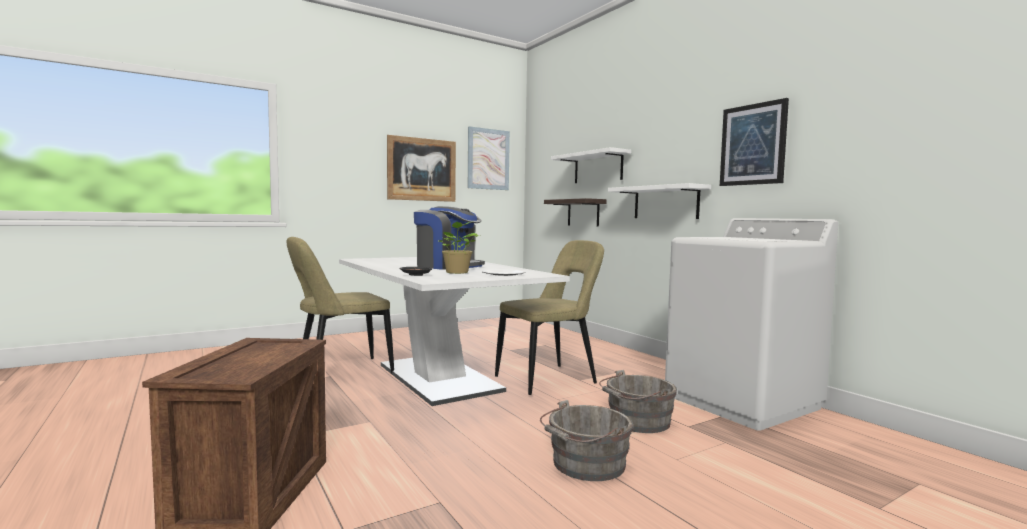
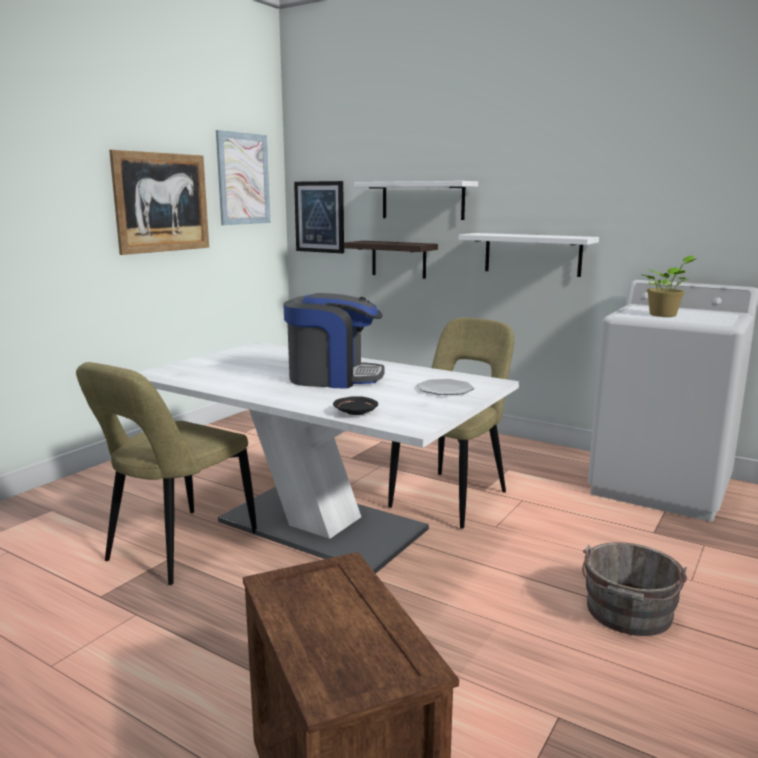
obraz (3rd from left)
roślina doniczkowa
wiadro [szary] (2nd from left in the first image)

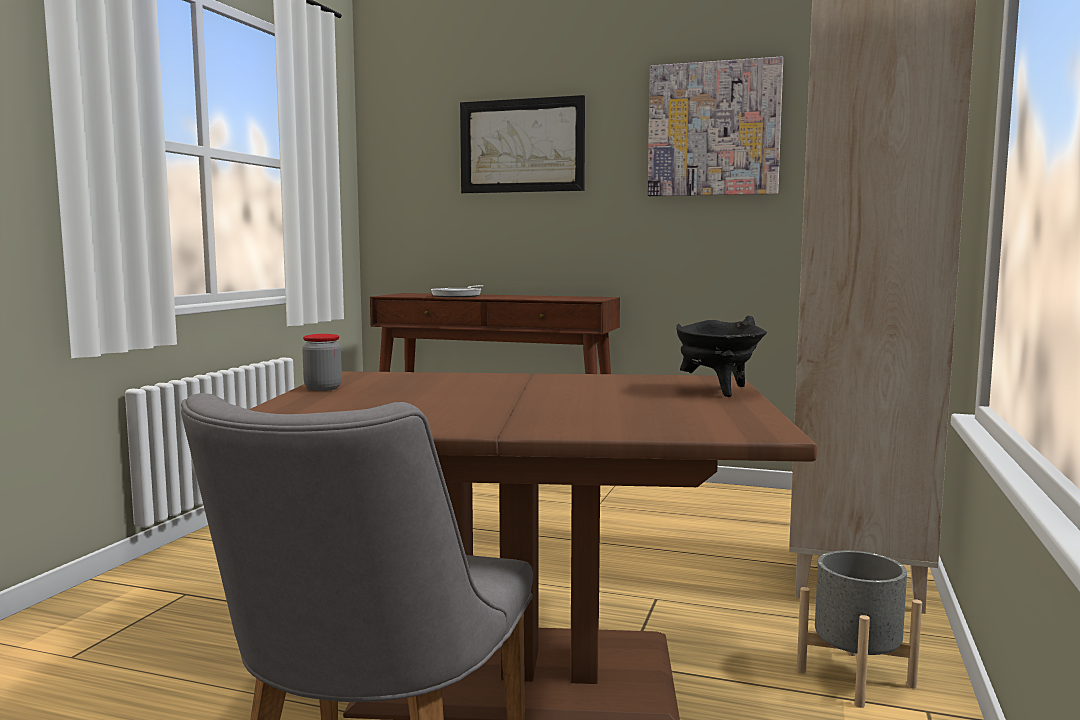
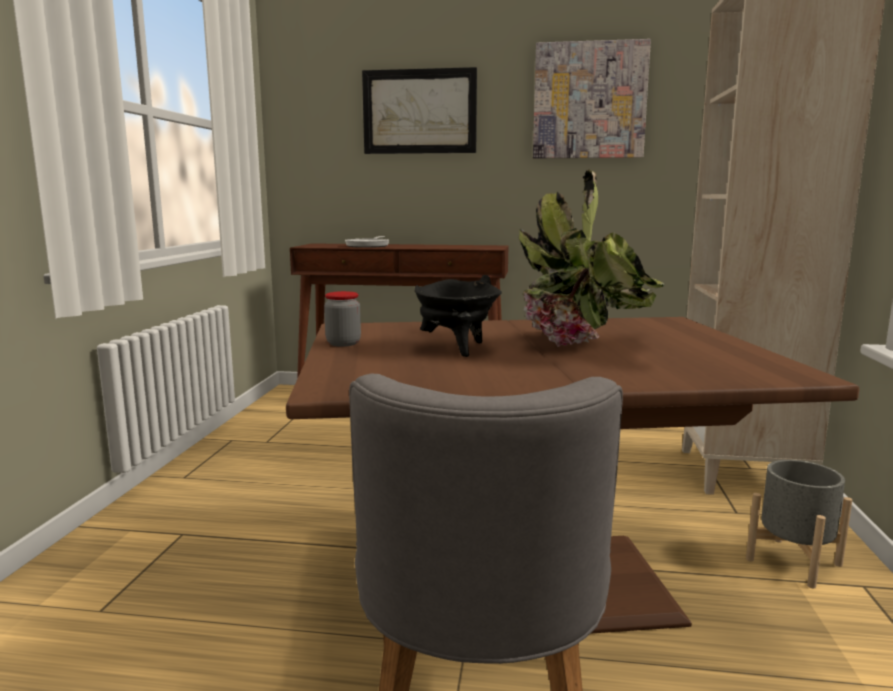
garnek [czarny]
roślina doniczkowa

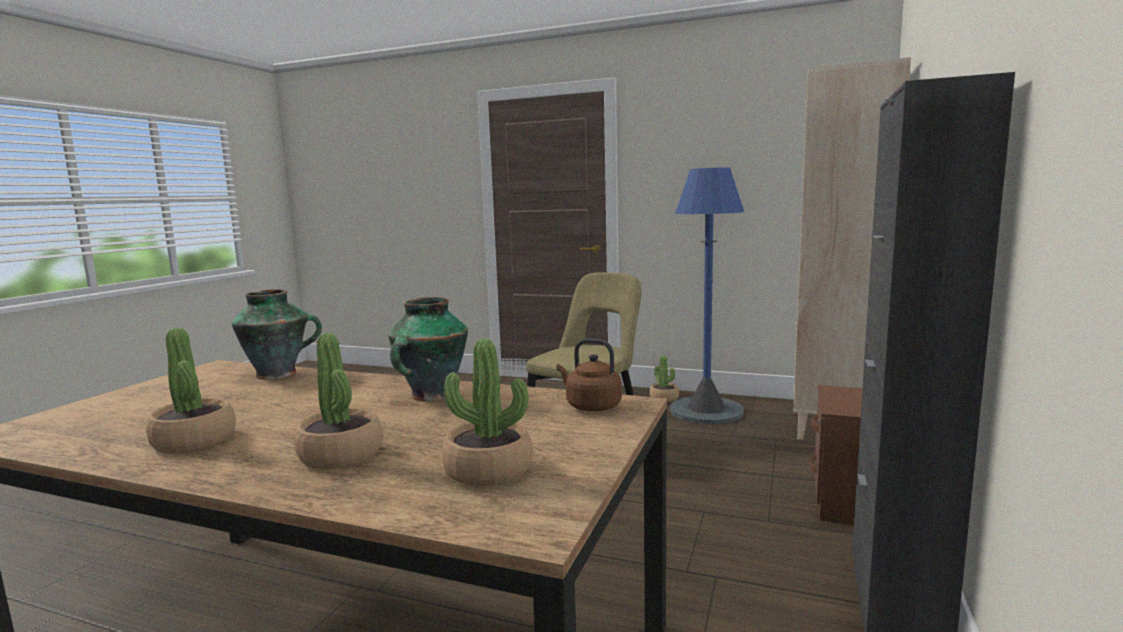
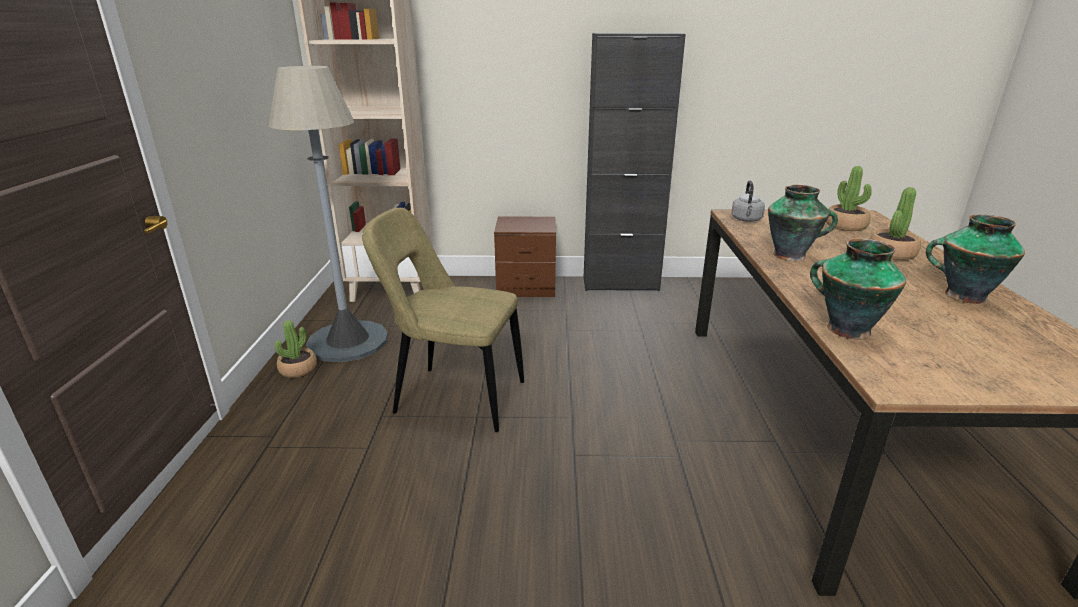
lampa stojąca [szary]
czajnik [szary]
wazon (3rd from left)

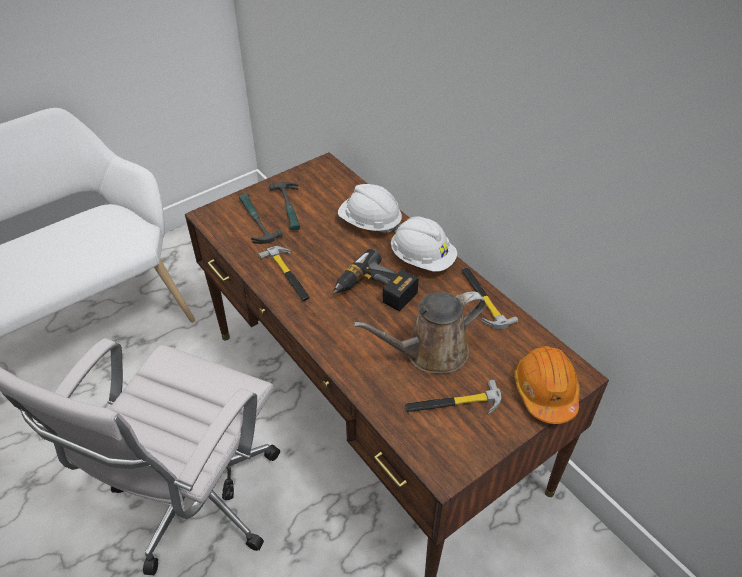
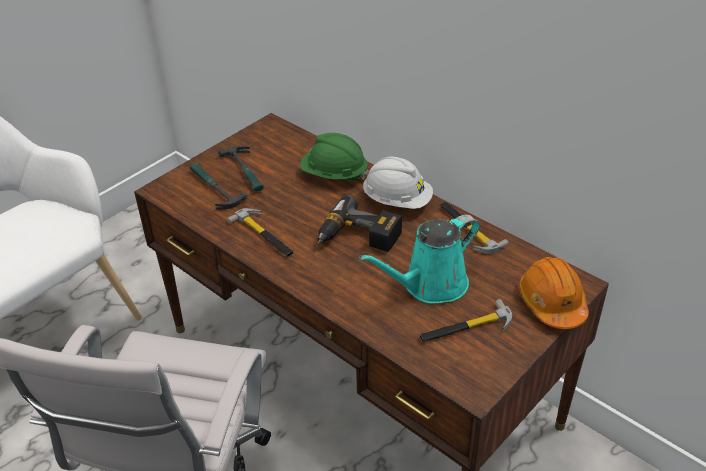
kask [zielony]
konewka [turkusowy]

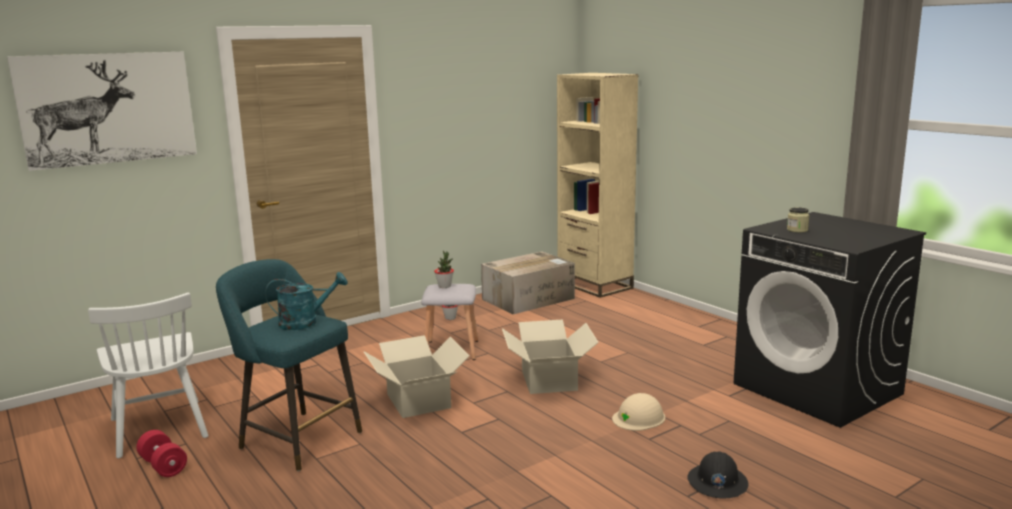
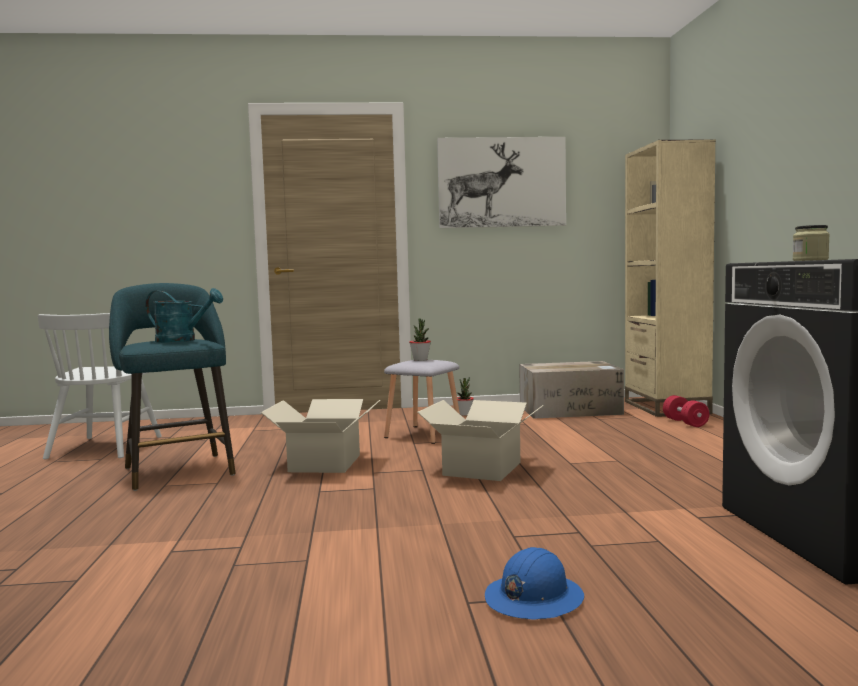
obraz
kask [niebieski]
hantel [czerwony]
kask [beżowy]

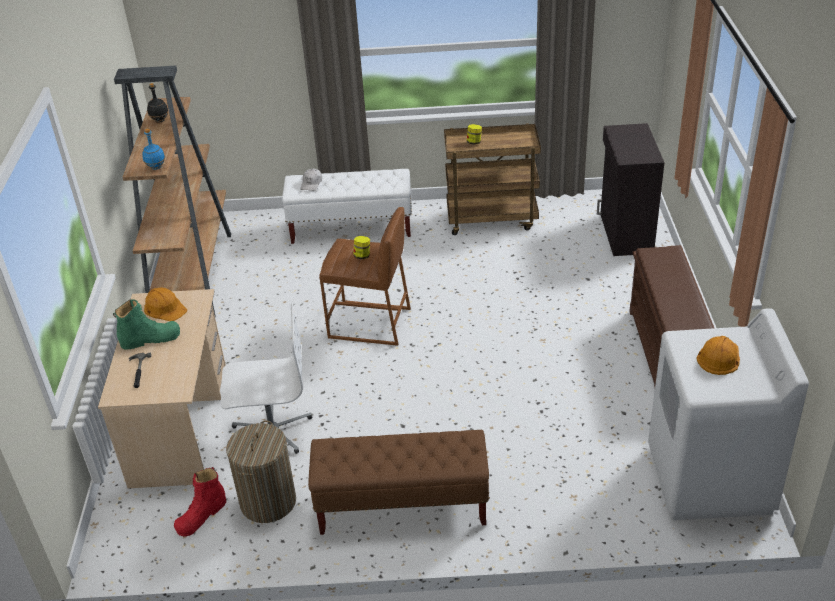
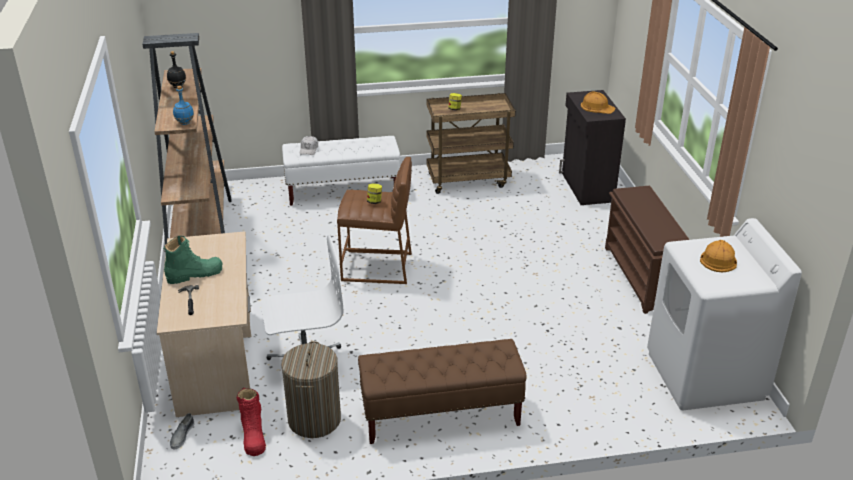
but [szary]
but z cholewką [czerwony]
kask [pomarańczowy] (1st from left)

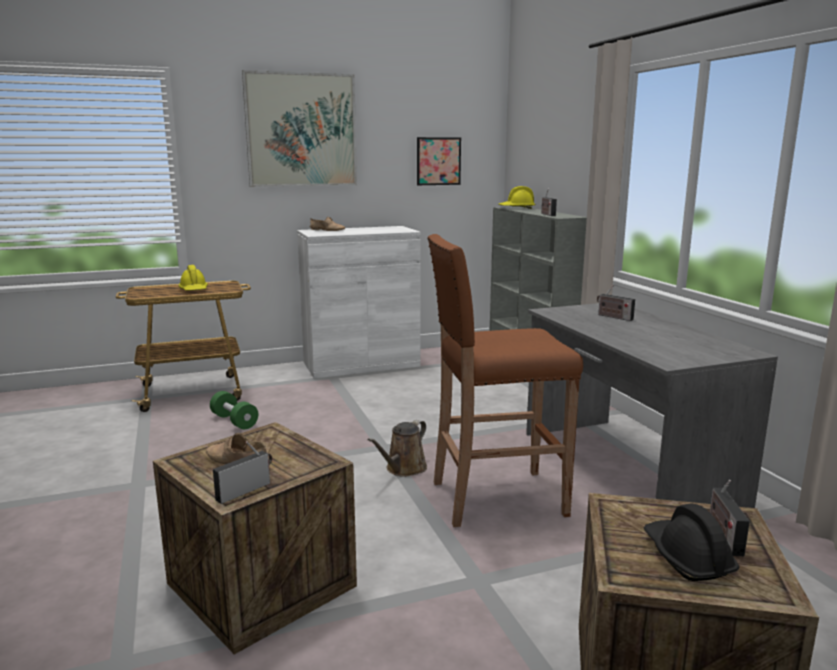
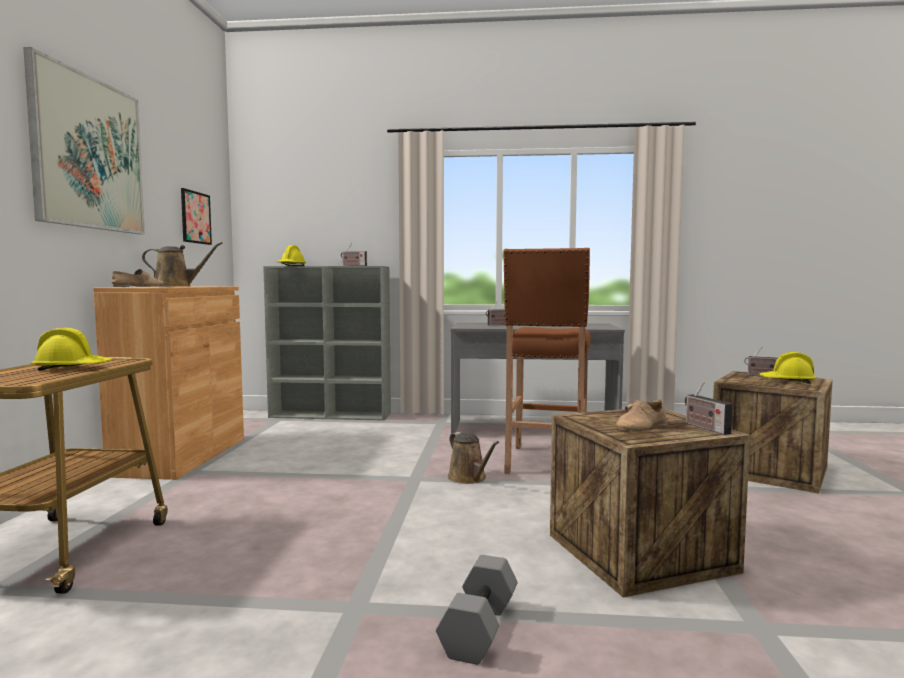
szafka [brązowy]
konewka [brązowy] (1st from left)
hantel [szary]
kask [żółty] (3rd from left)
hantel [zielony]

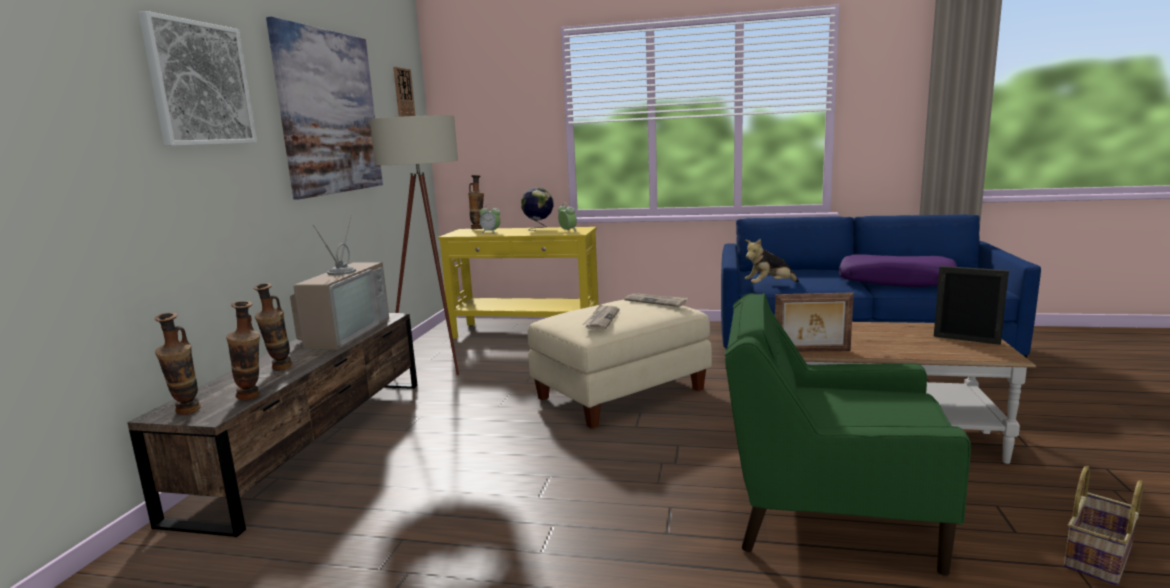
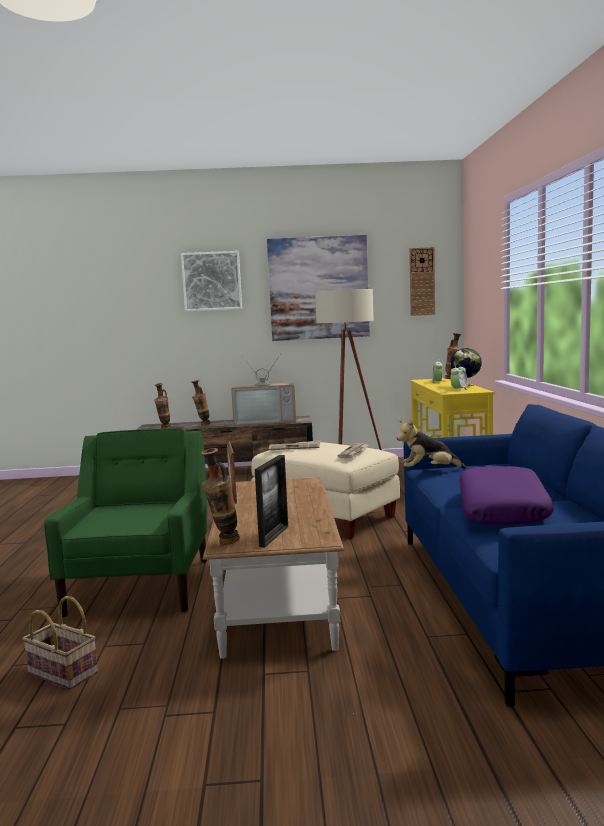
wazon (3rd from left)
pluszak

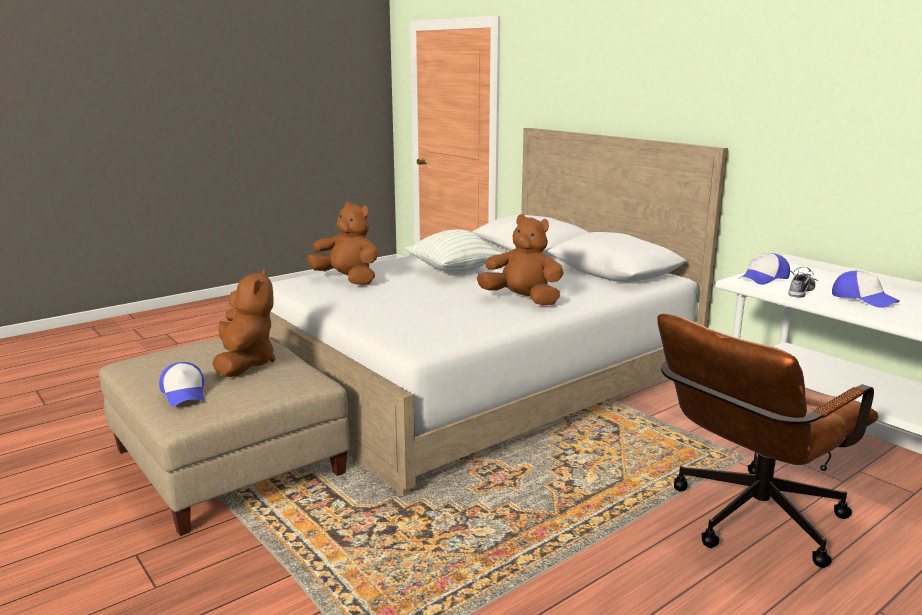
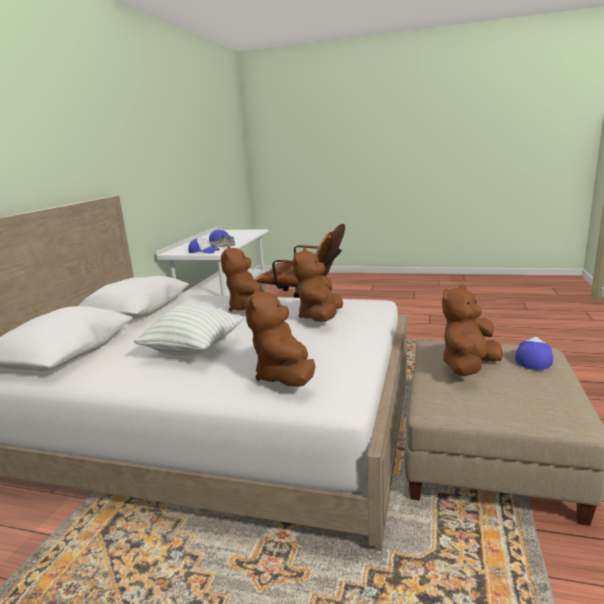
pluszak [brązowy] (3rd from left)

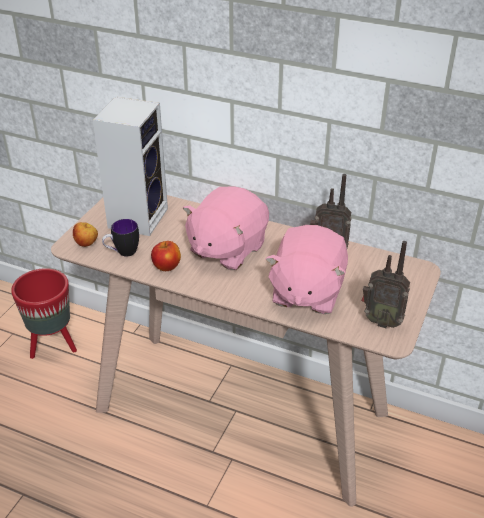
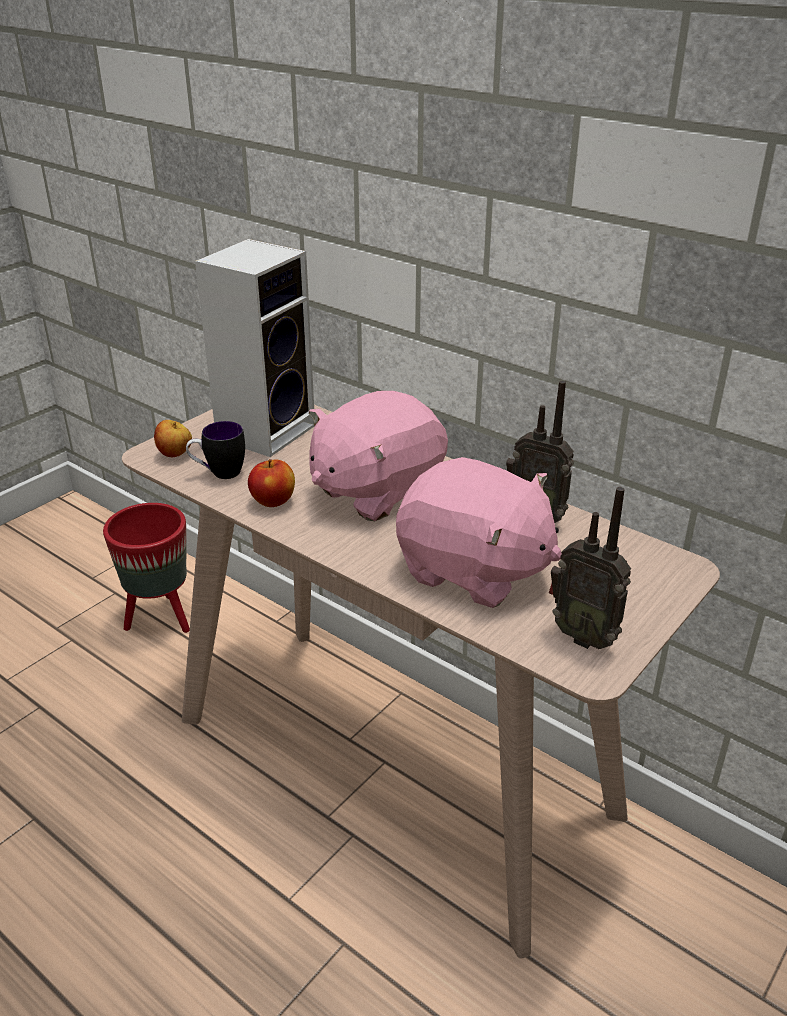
pluszak [różowy] (2nd from left)

